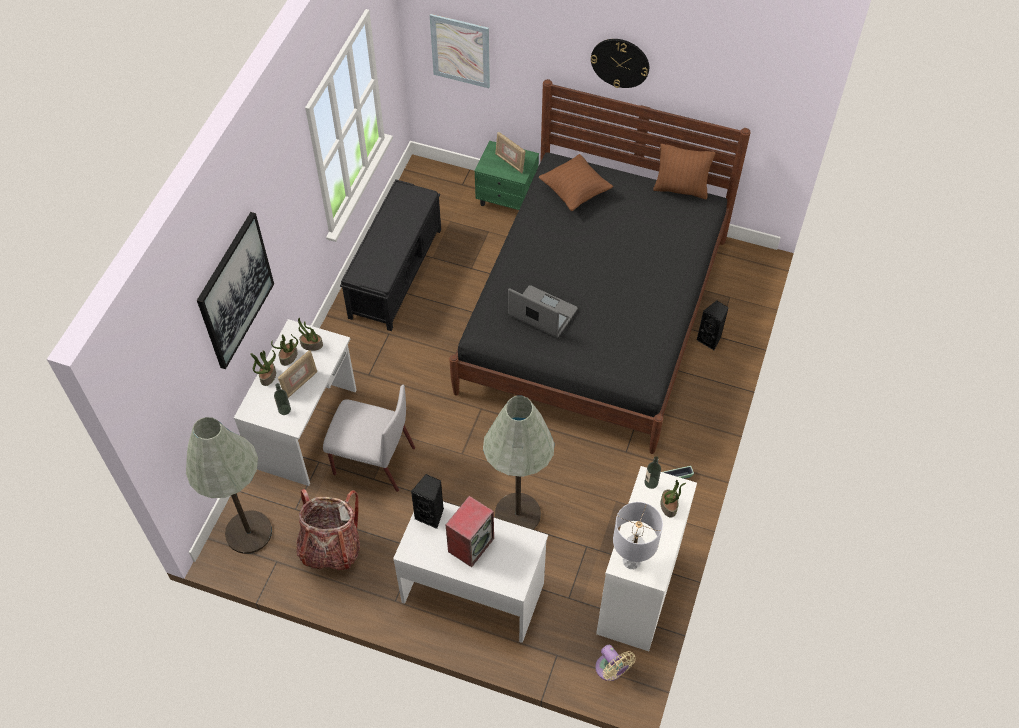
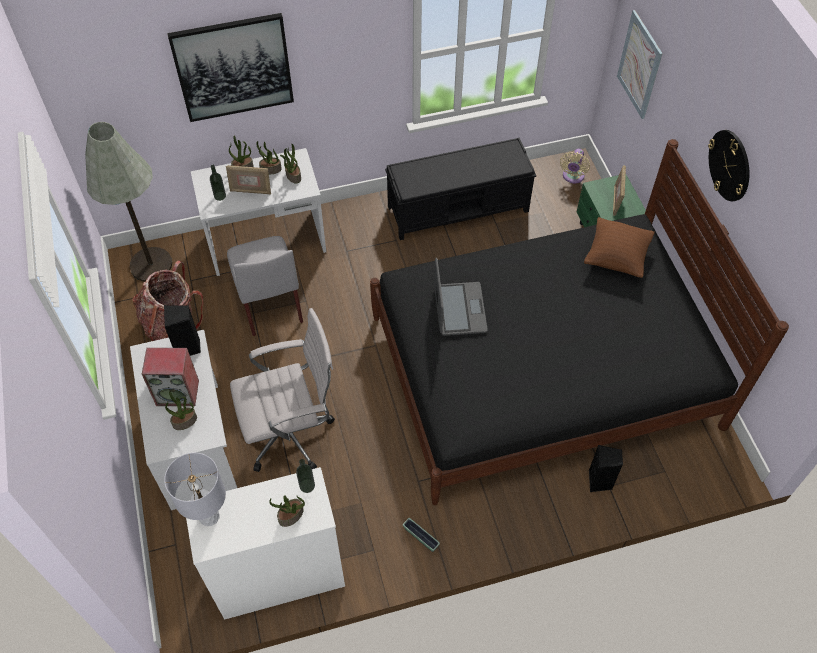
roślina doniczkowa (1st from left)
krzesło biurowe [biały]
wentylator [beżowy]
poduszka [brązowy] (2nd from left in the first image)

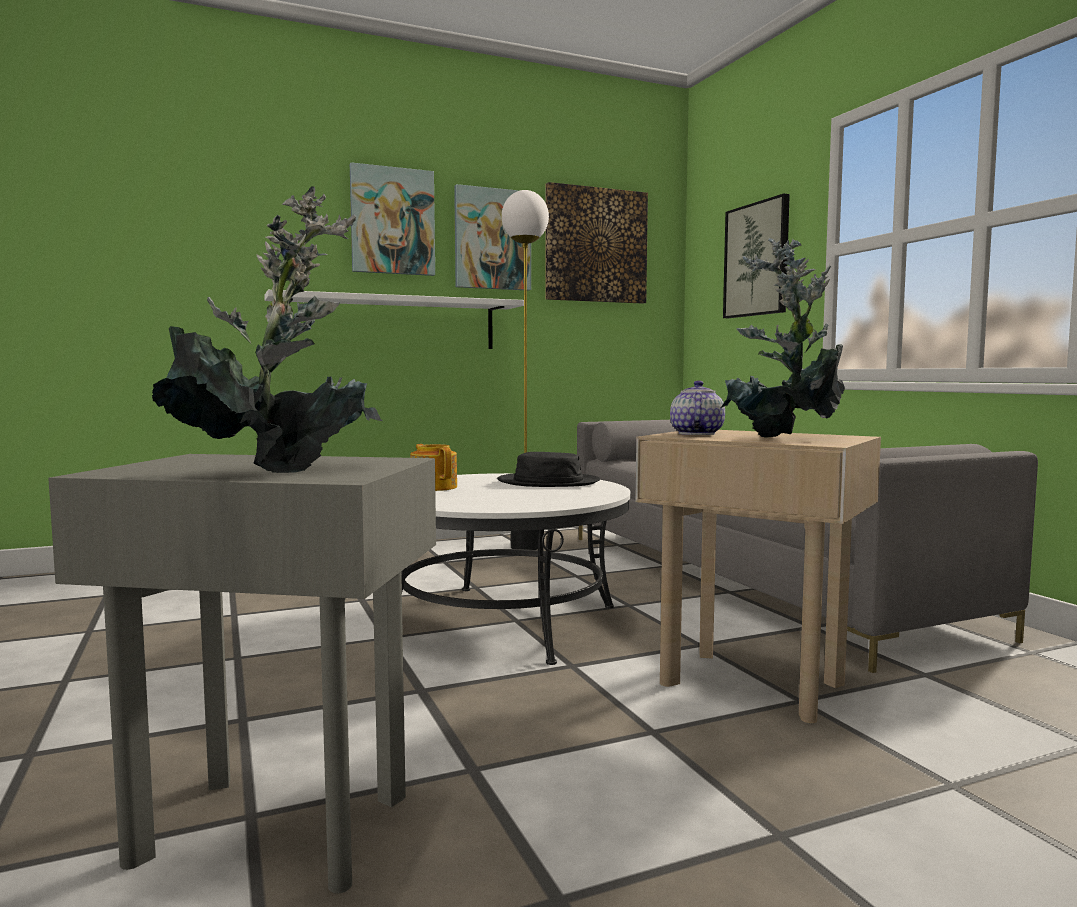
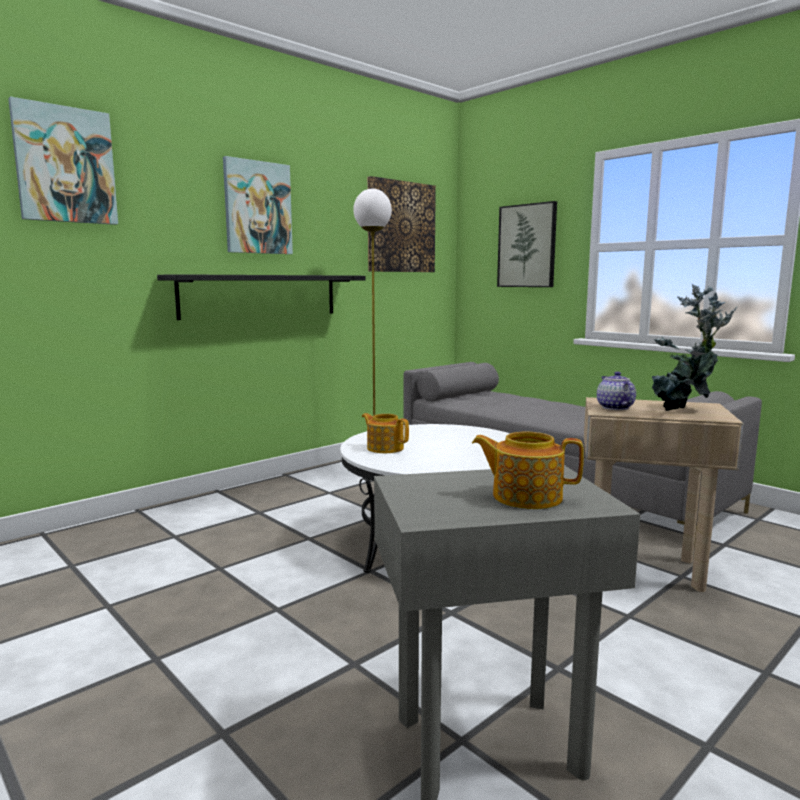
obraz (1st from left)
półka [czarny]
imbryk (2nd from left)
kapelusz [czarny]

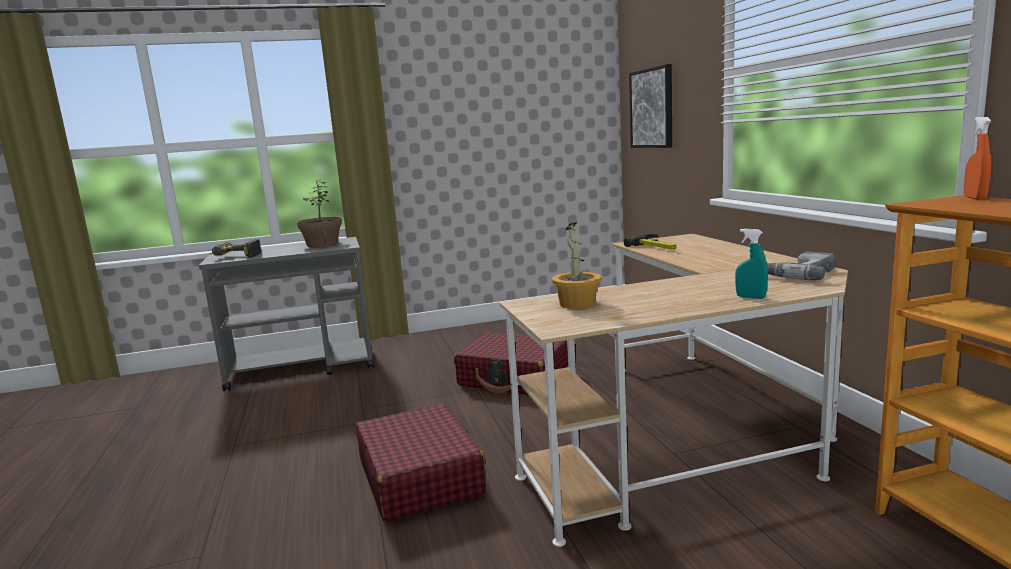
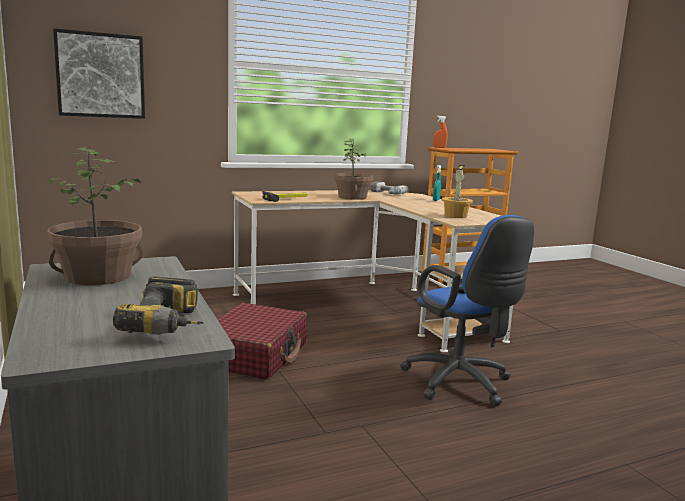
roślina doniczkowa (2nd from left)
krzesło biurowe [niebieski]

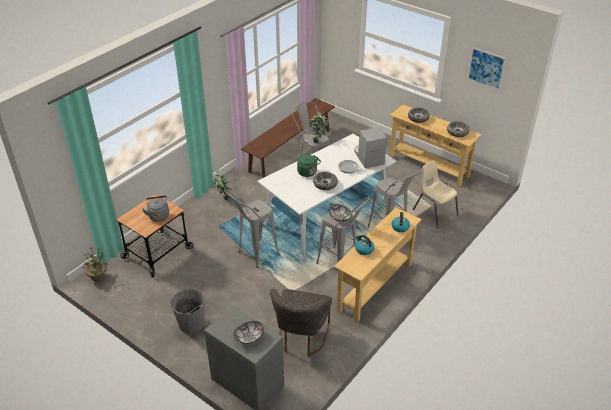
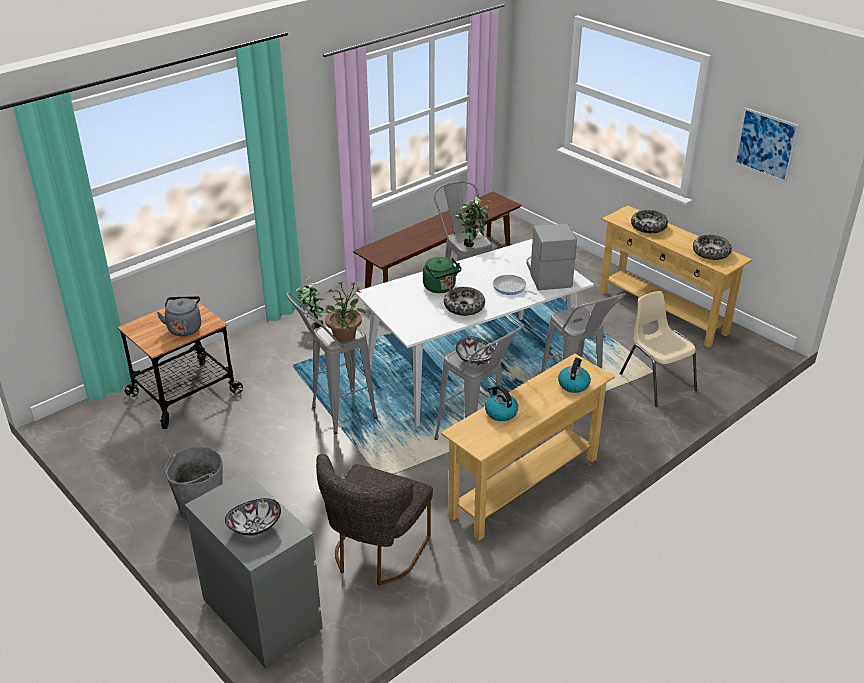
roślina doniczkowa (2nd from left)

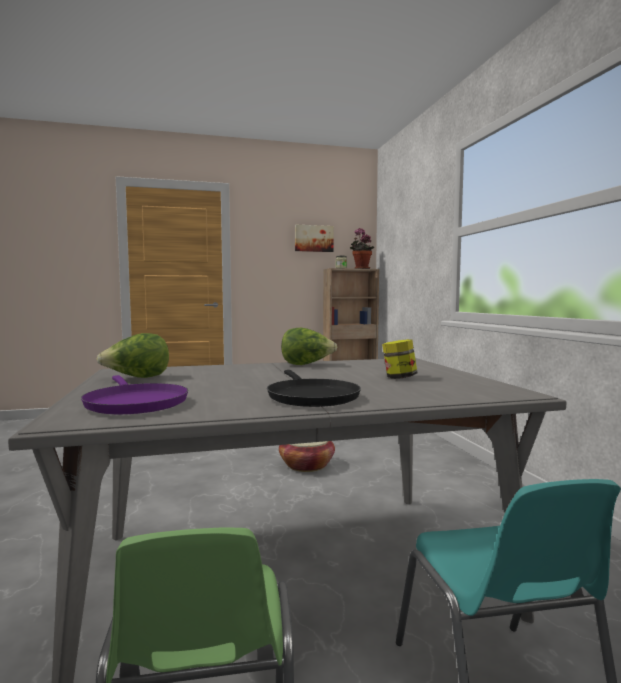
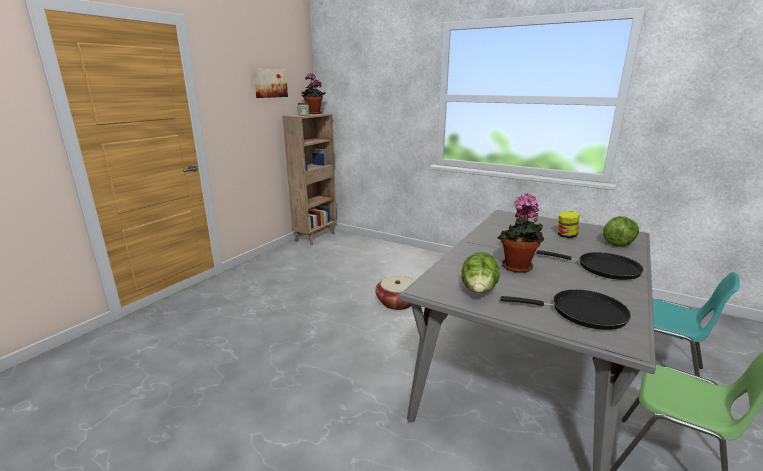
roślina doniczkowa (2nd from left)
patelnia [czarny] (1st from left)
sałata (2nd from left)

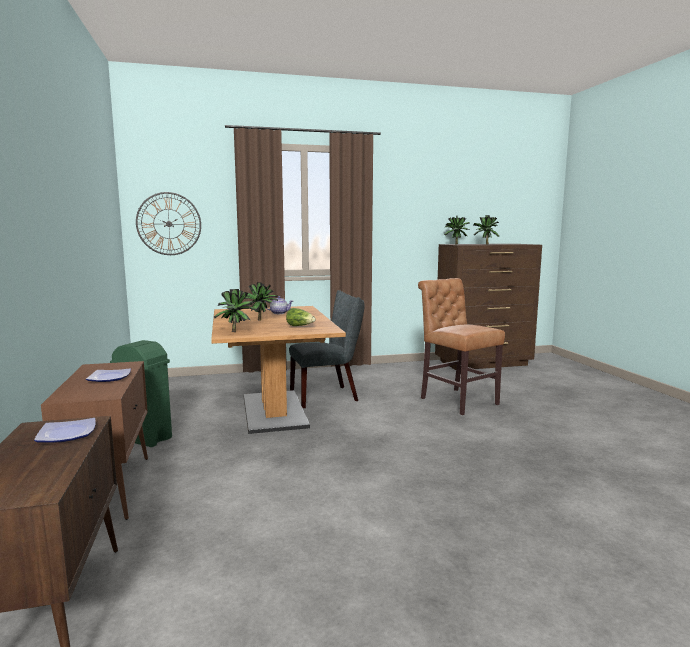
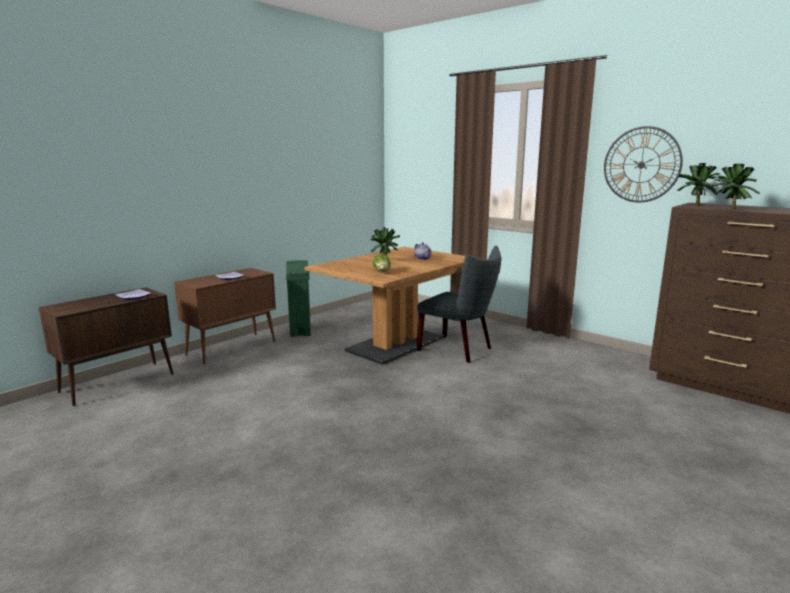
zegar ścienny
roślina doniczkowa (1st from left in the first image)
krzesło [brązowy]

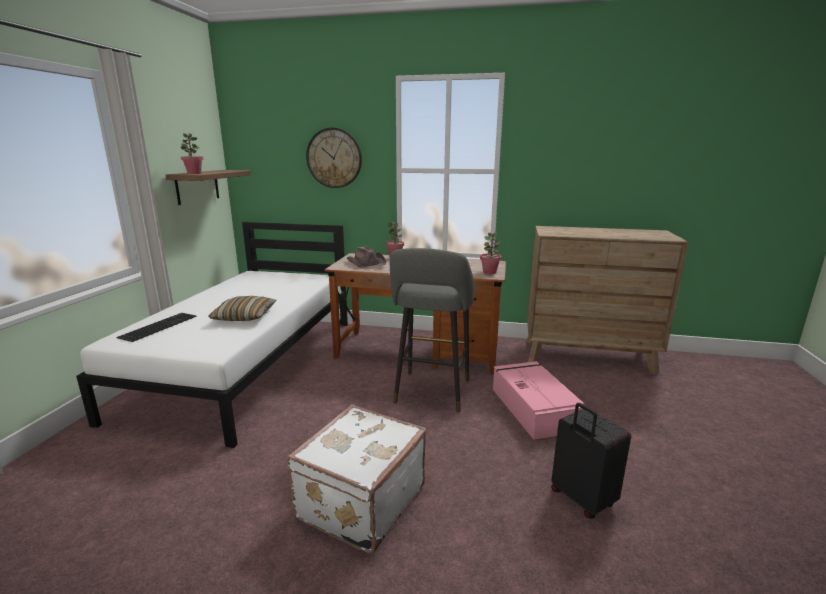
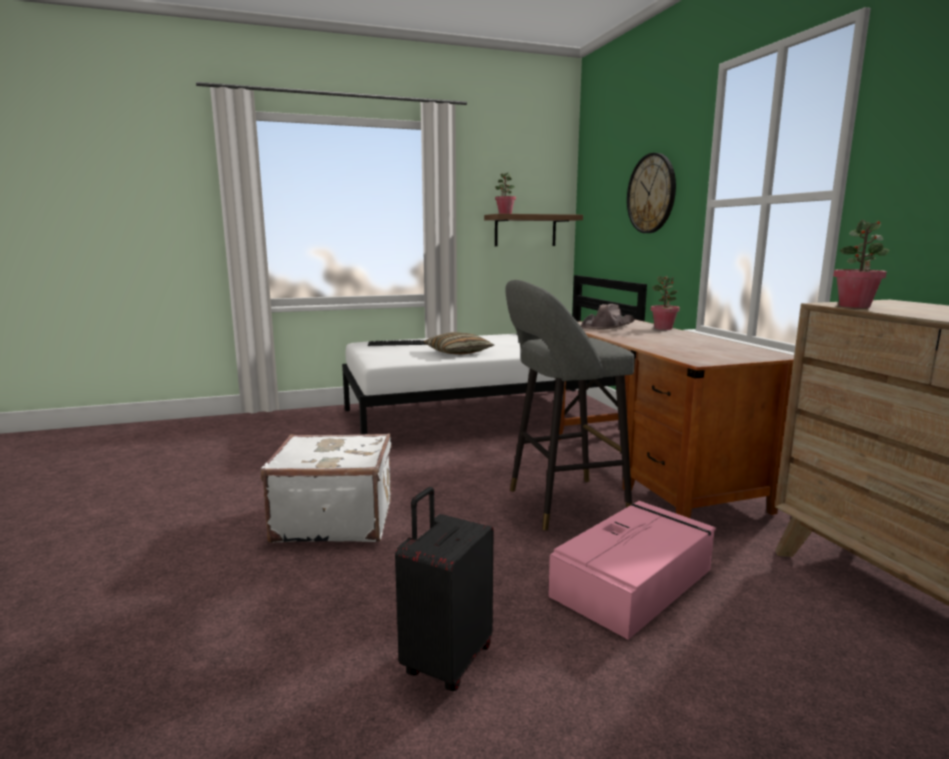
roślina doniczkowa (3rd from left)

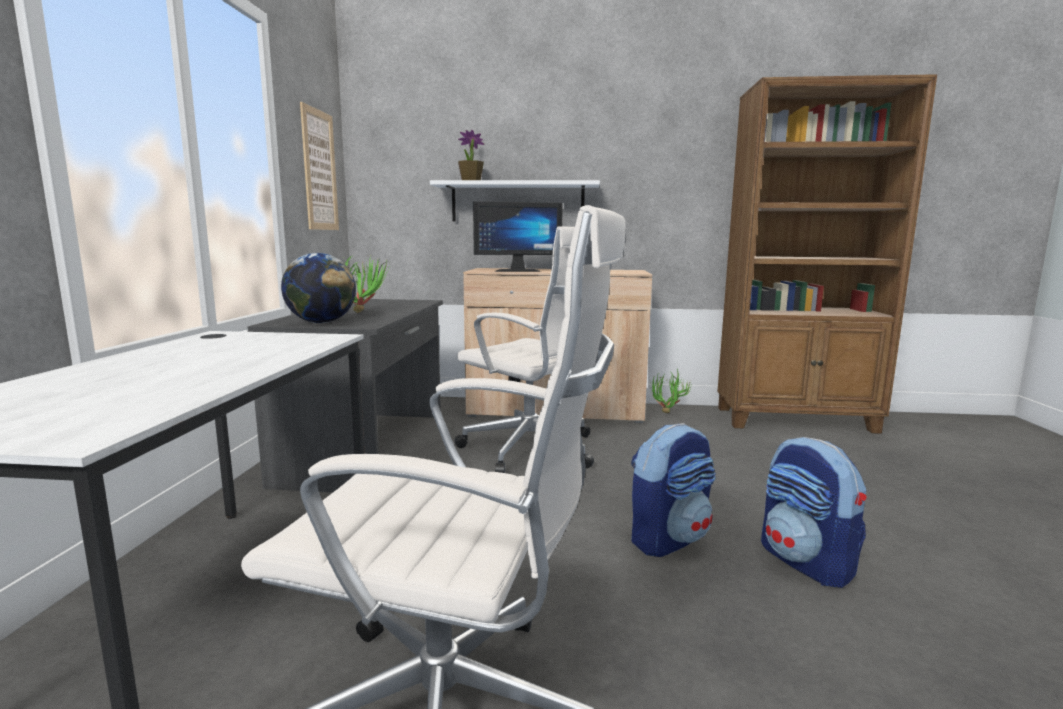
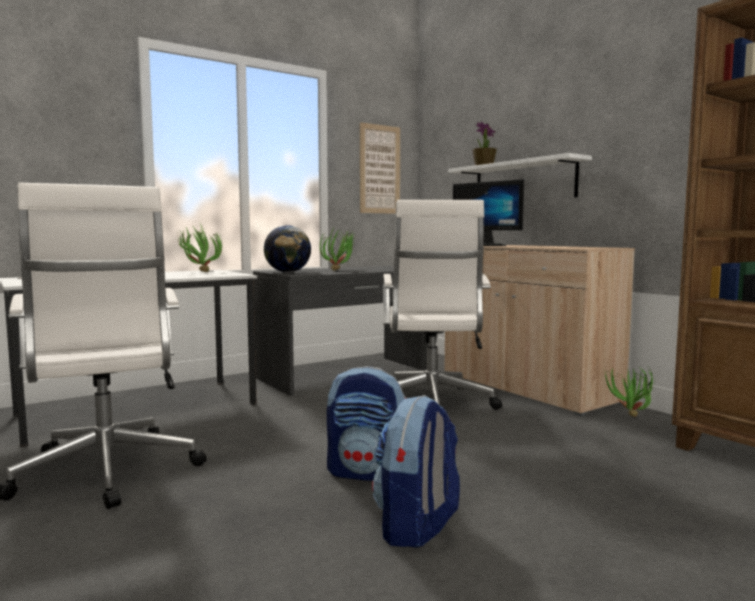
roślina doniczkowa (1st from left)

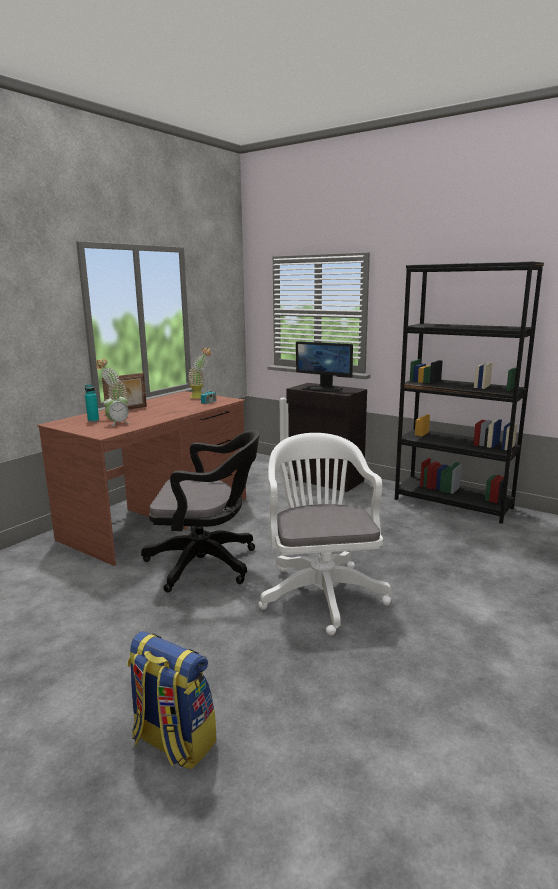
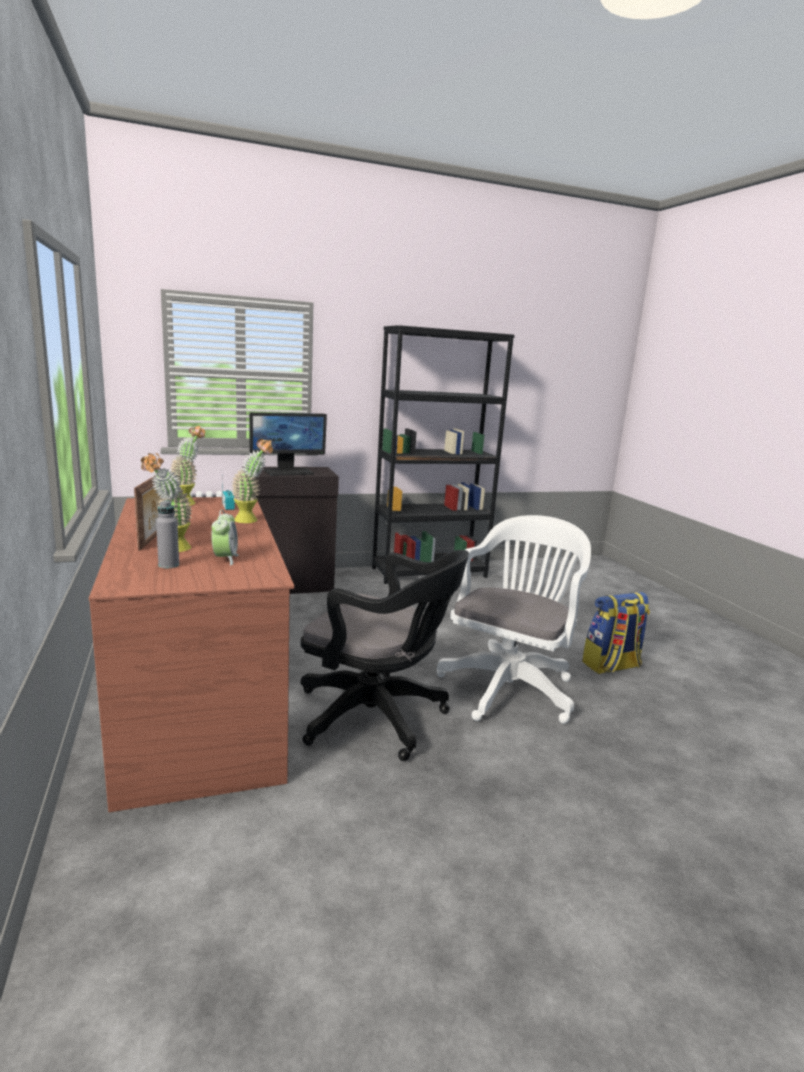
butelka [szary]
roślina doniczkowa (3rd from left)
krzesło biurowe [czarny]
krzesło biurowe [biały]
plecak

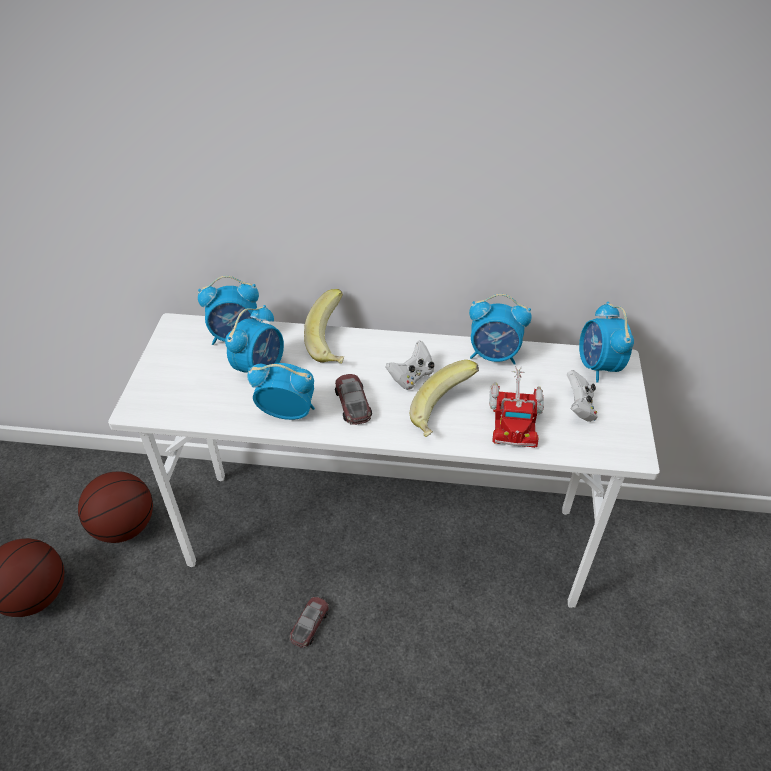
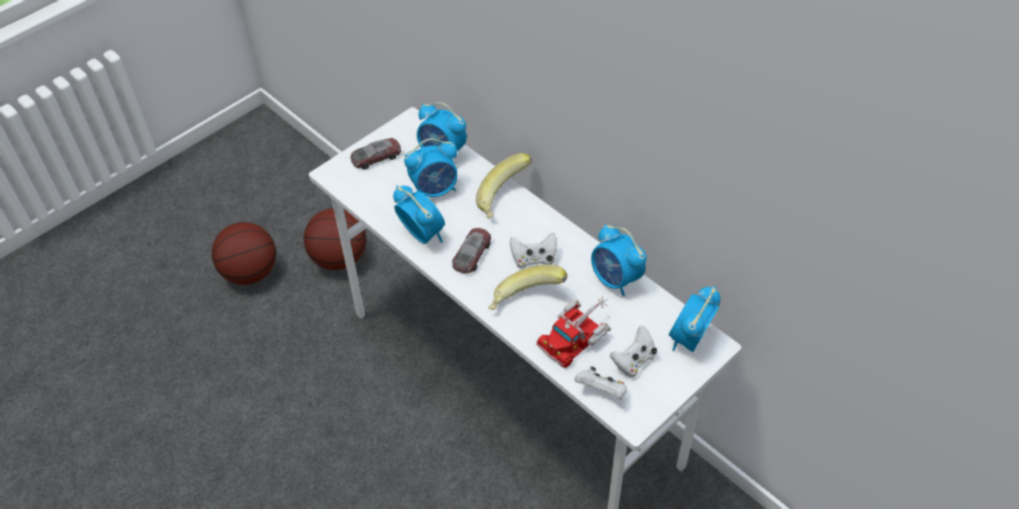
samochodzik (1st from left)
pad do gier [biały] (2nd from left)

